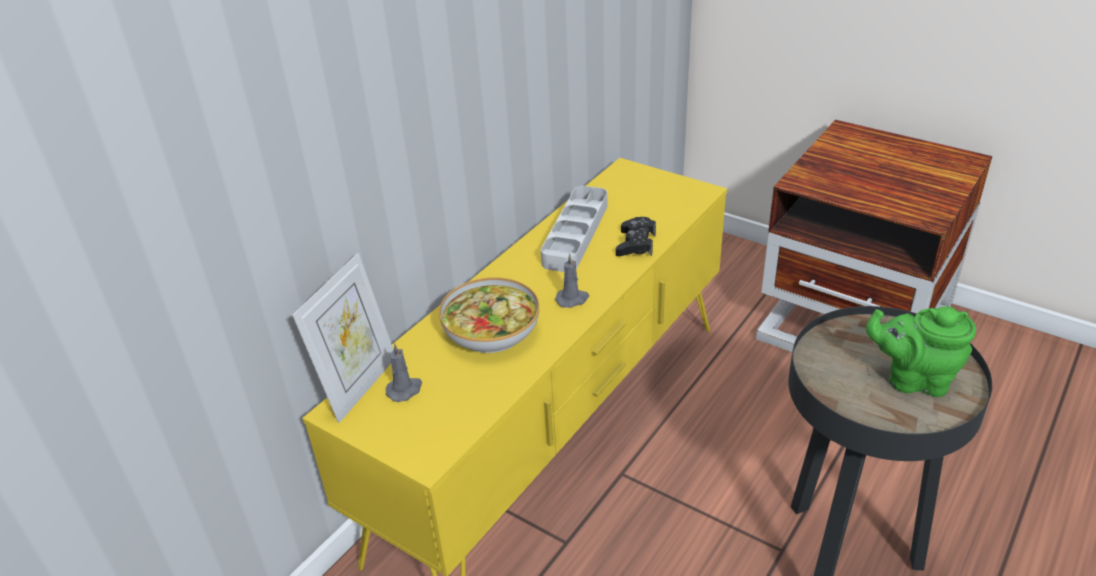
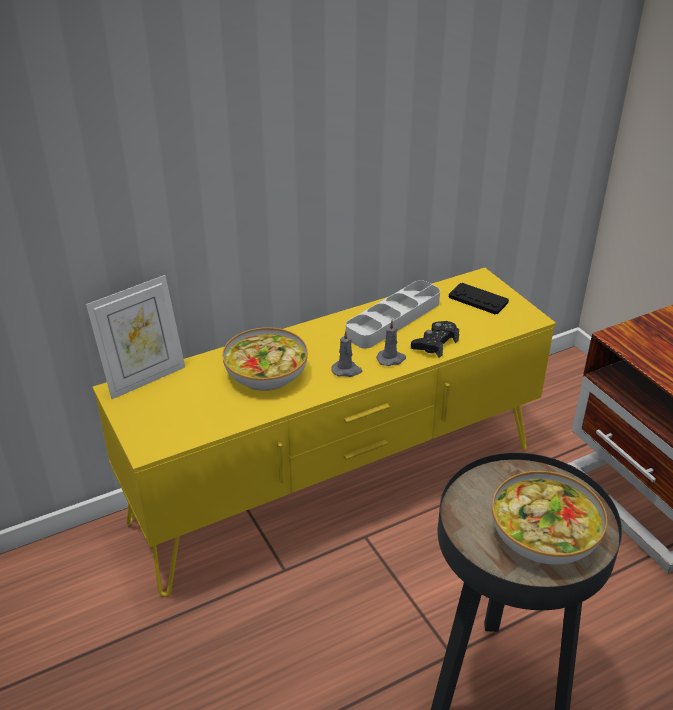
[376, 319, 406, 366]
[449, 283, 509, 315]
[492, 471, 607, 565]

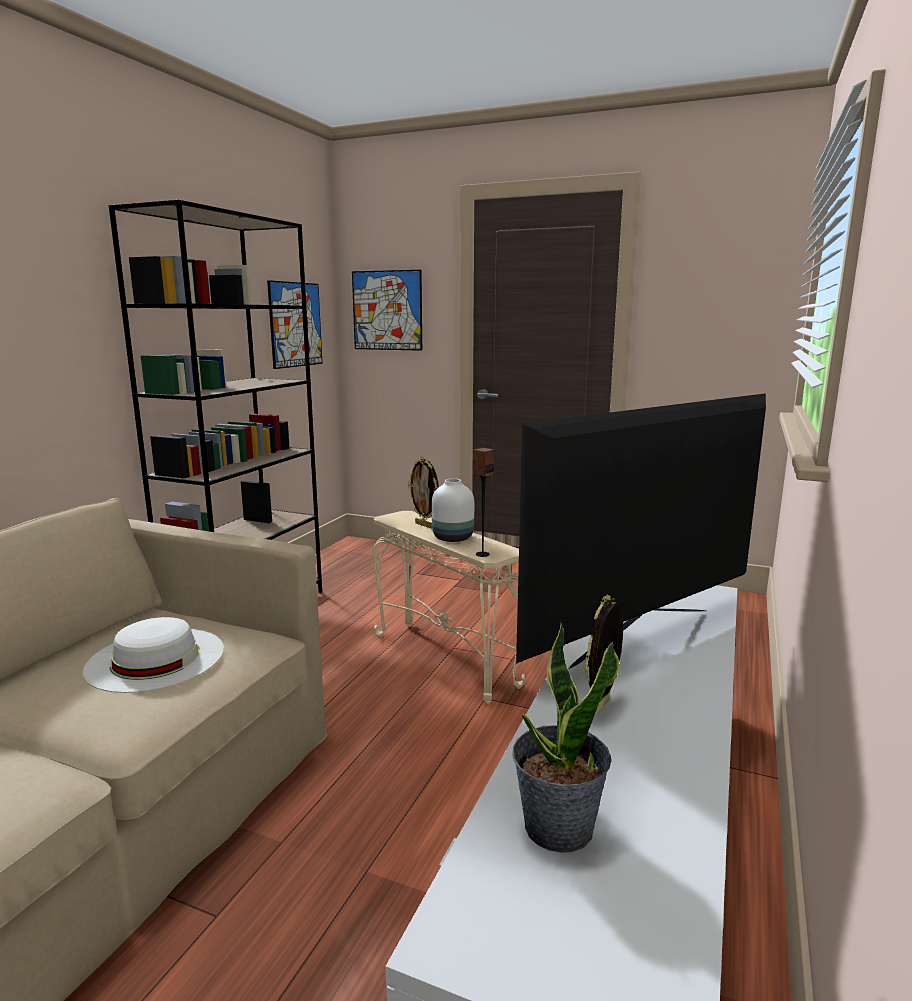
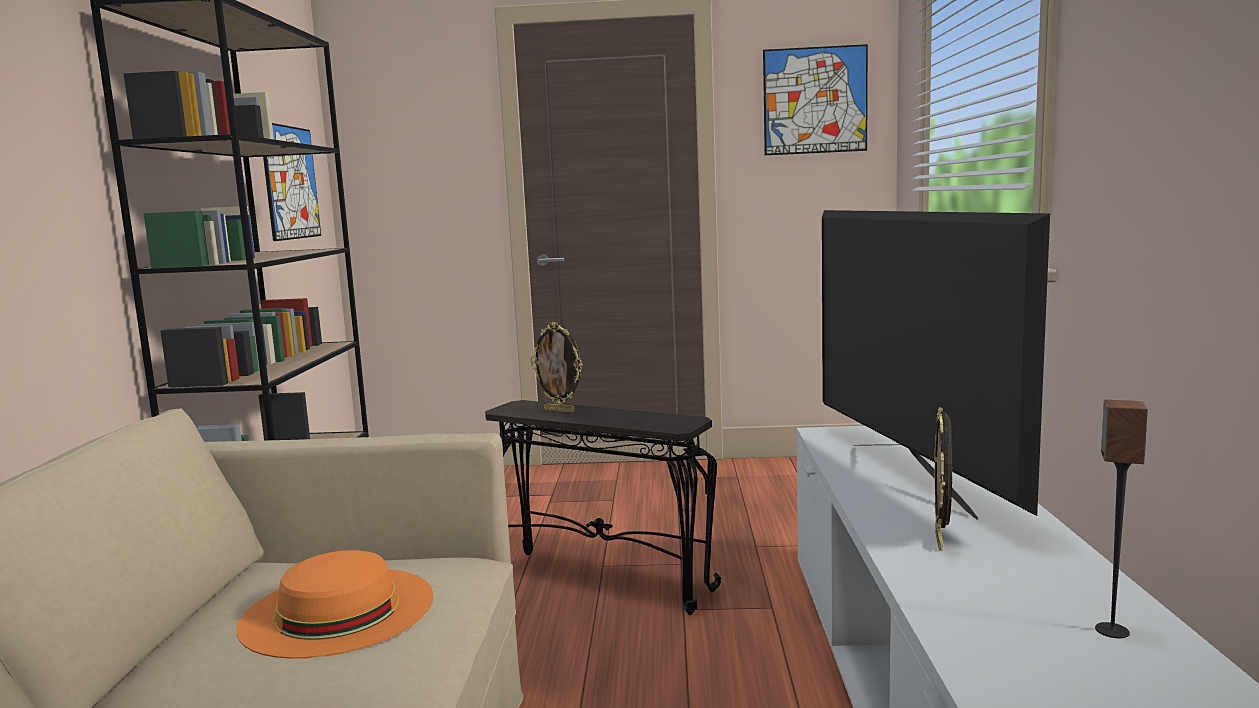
[236, 550, 434, 659]
[485, 400, 721, 615]
[763, 44, 868, 155]
[822, 210, 1050, 520]
[1095, 400, 1148, 638]
[432, 478, 474, 542] (first image)
[512, 622, 619, 853] (first image)

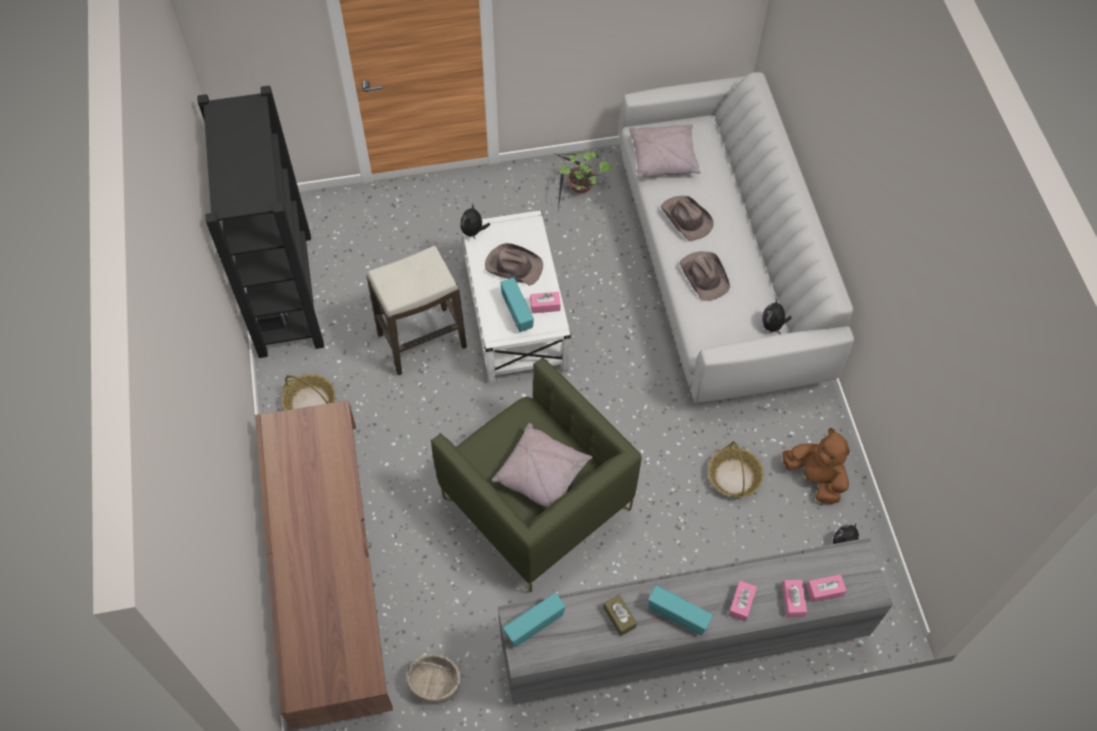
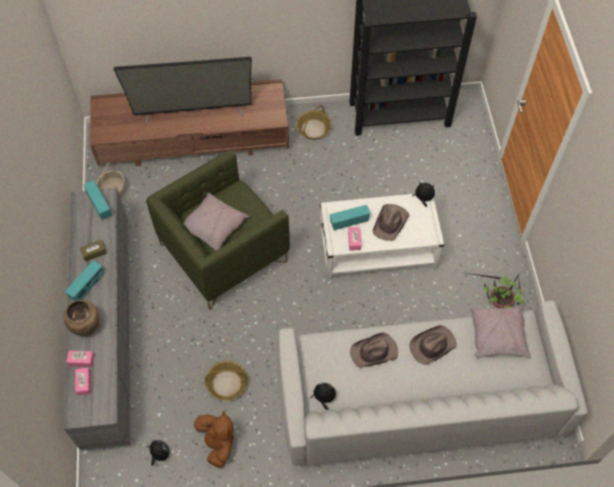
[64, 300, 99, 336]
[114, 57, 252, 125]
[194, 411, 234, 468]
[367, 246, 467, 375] (first image)

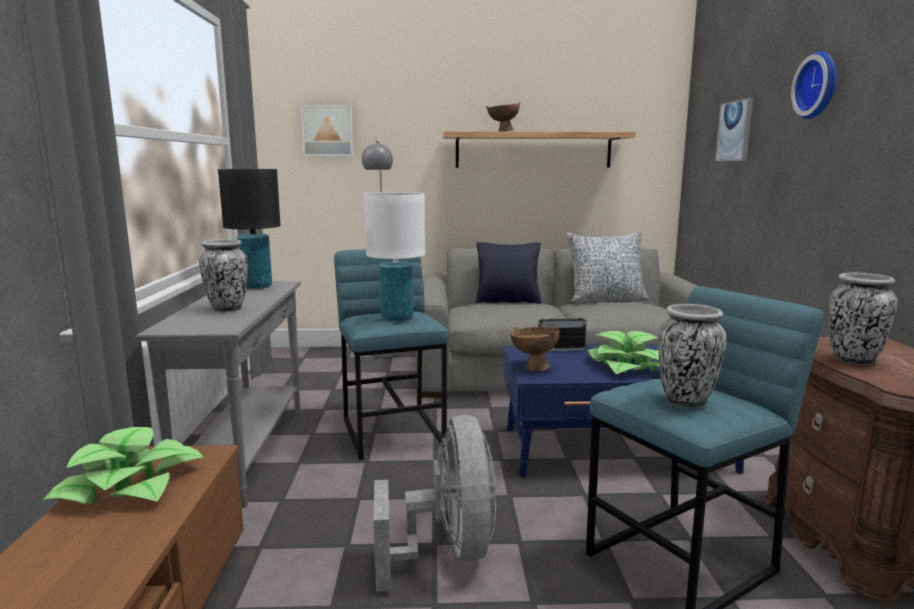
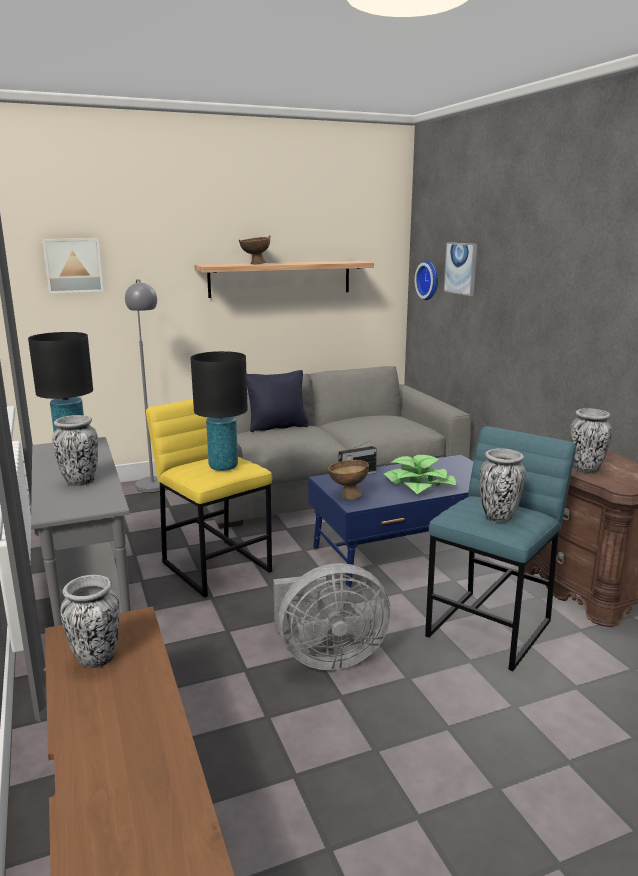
[60, 575, 119, 668]
[146, 399, 272, 598]
[190, 351, 248, 471]
[273, 563, 391, 670]
[414, 261, 438, 300]
[566, 231, 649, 304] (first image)

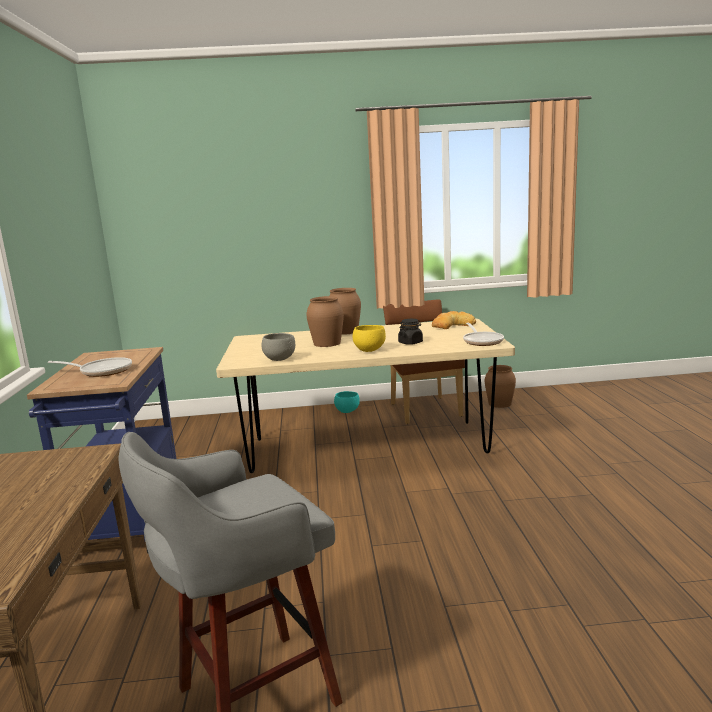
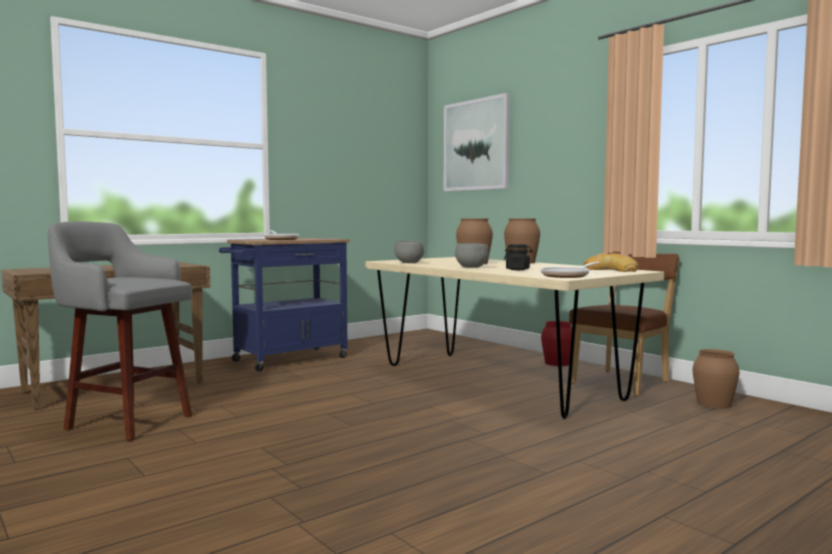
[444, 93, 510, 191]
[455, 243, 489, 268]
[541, 321, 572, 366]

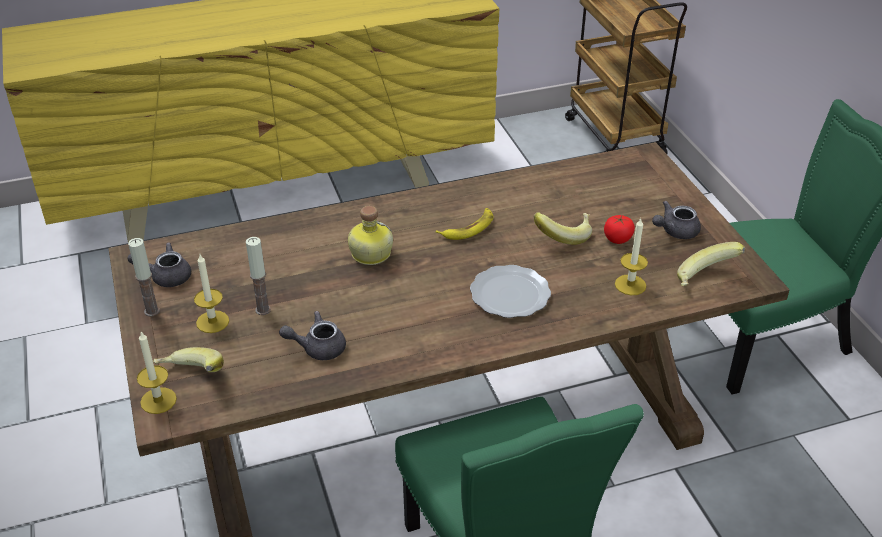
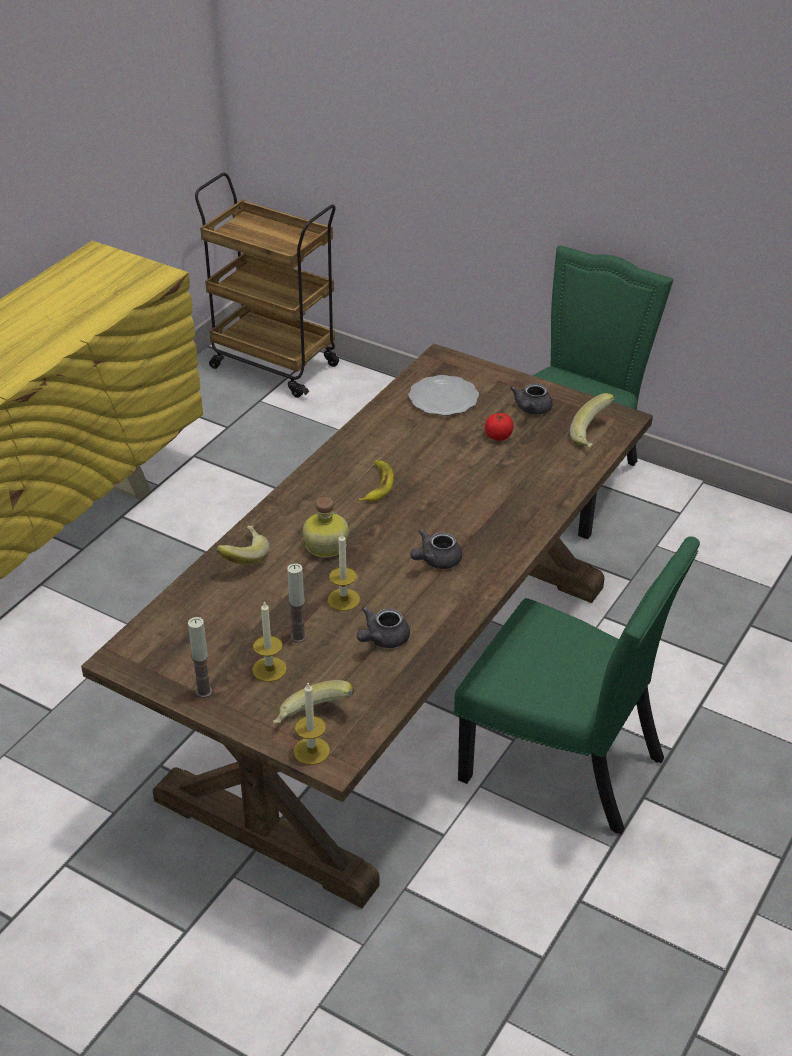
[216, 526, 270, 565]
[328, 533, 360, 611]
[408, 375, 479, 416]
[410, 529, 462, 569]

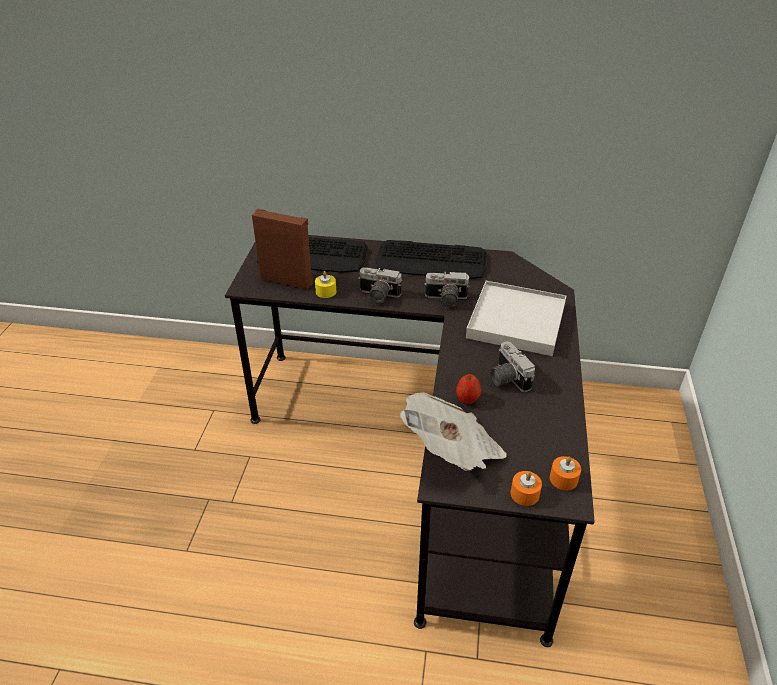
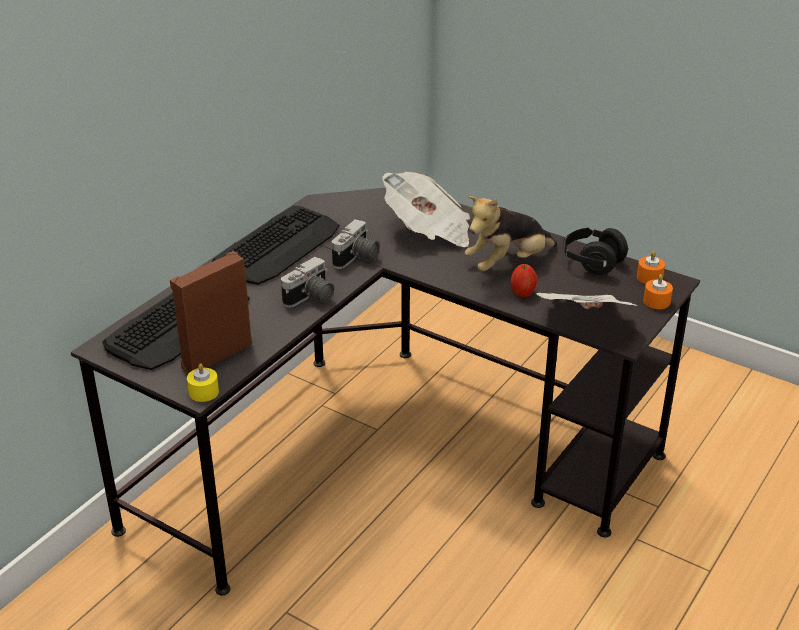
[187, 363, 219, 402]
[382, 172, 470, 247]
[465, 196, 558, 272]
[562, 228, 629, 275]

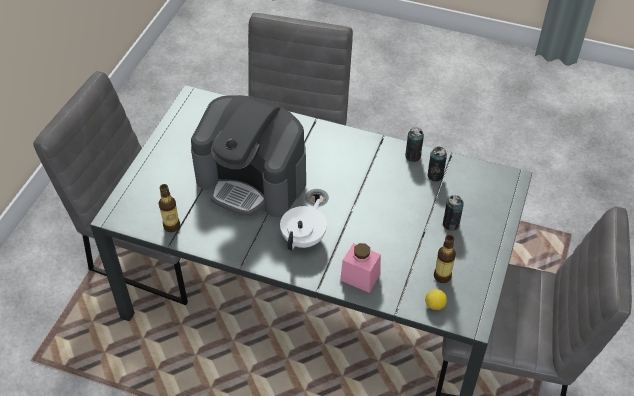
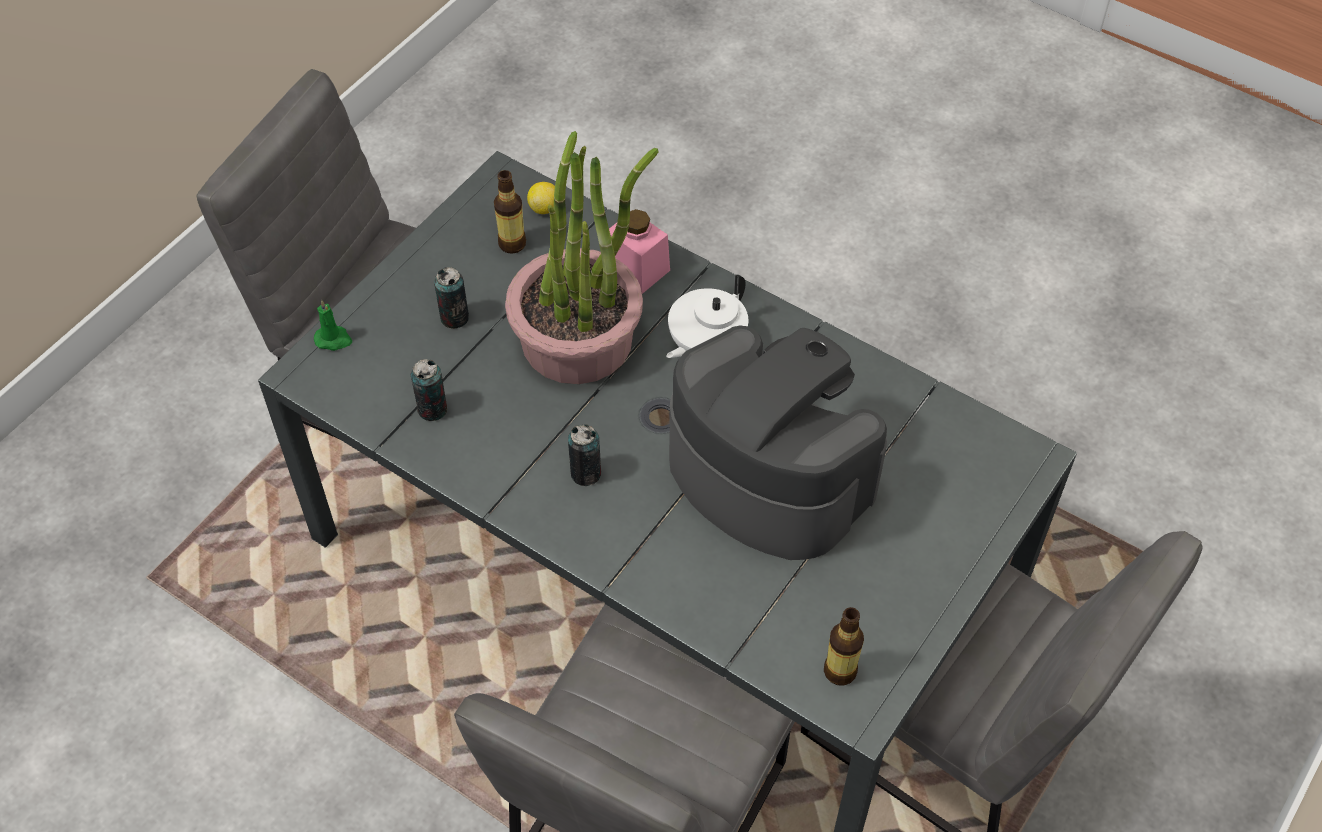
[314, 300, 352, 351]
[505, 131, 659, 384]
[568, 424, 601, 486]
[824, 607, 864, 686]

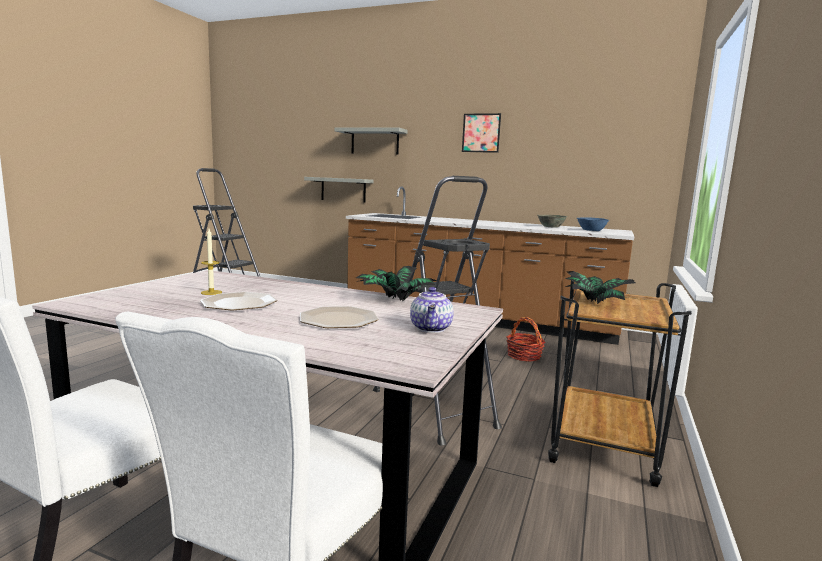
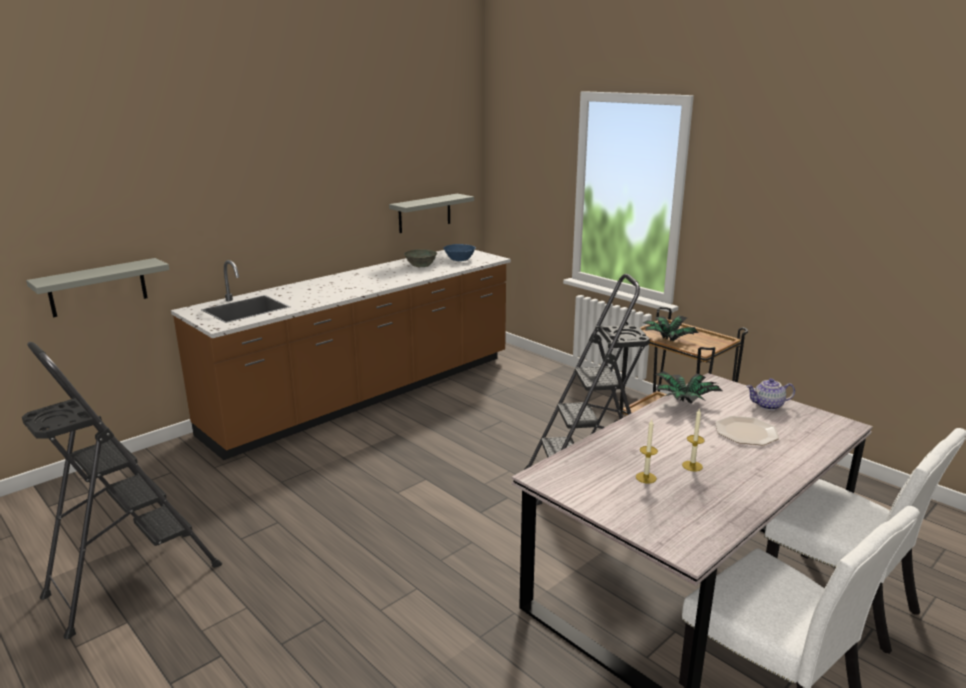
[389, 194, 474, 233]
[682, 408, 705, 471]
[746, 378, 795, 410]
[462, 113, 501, 153] (first image)
[506, 317, 546, 362] (first image)

